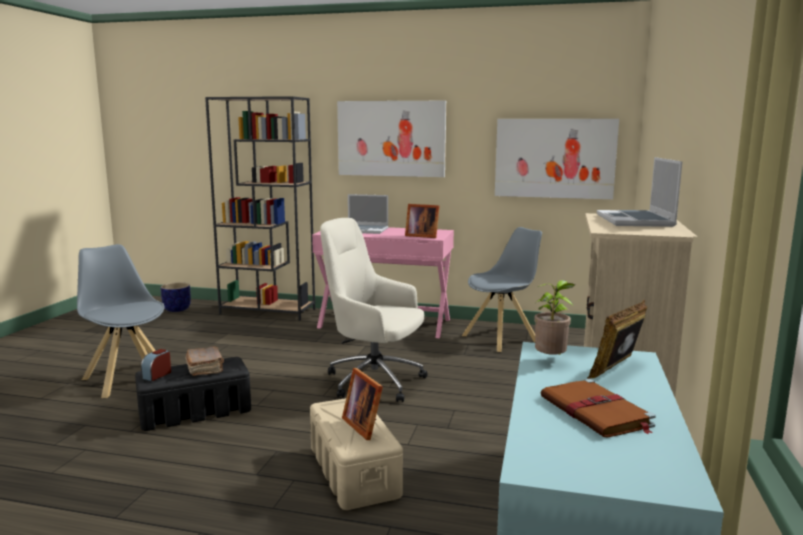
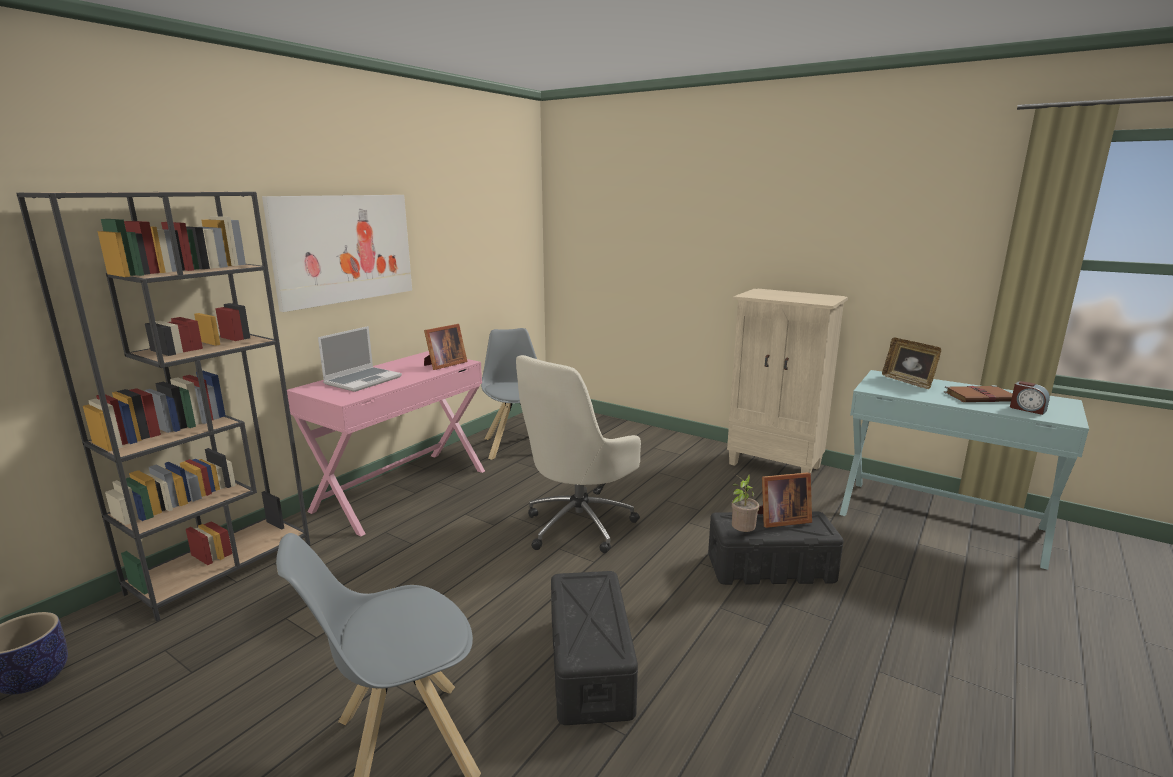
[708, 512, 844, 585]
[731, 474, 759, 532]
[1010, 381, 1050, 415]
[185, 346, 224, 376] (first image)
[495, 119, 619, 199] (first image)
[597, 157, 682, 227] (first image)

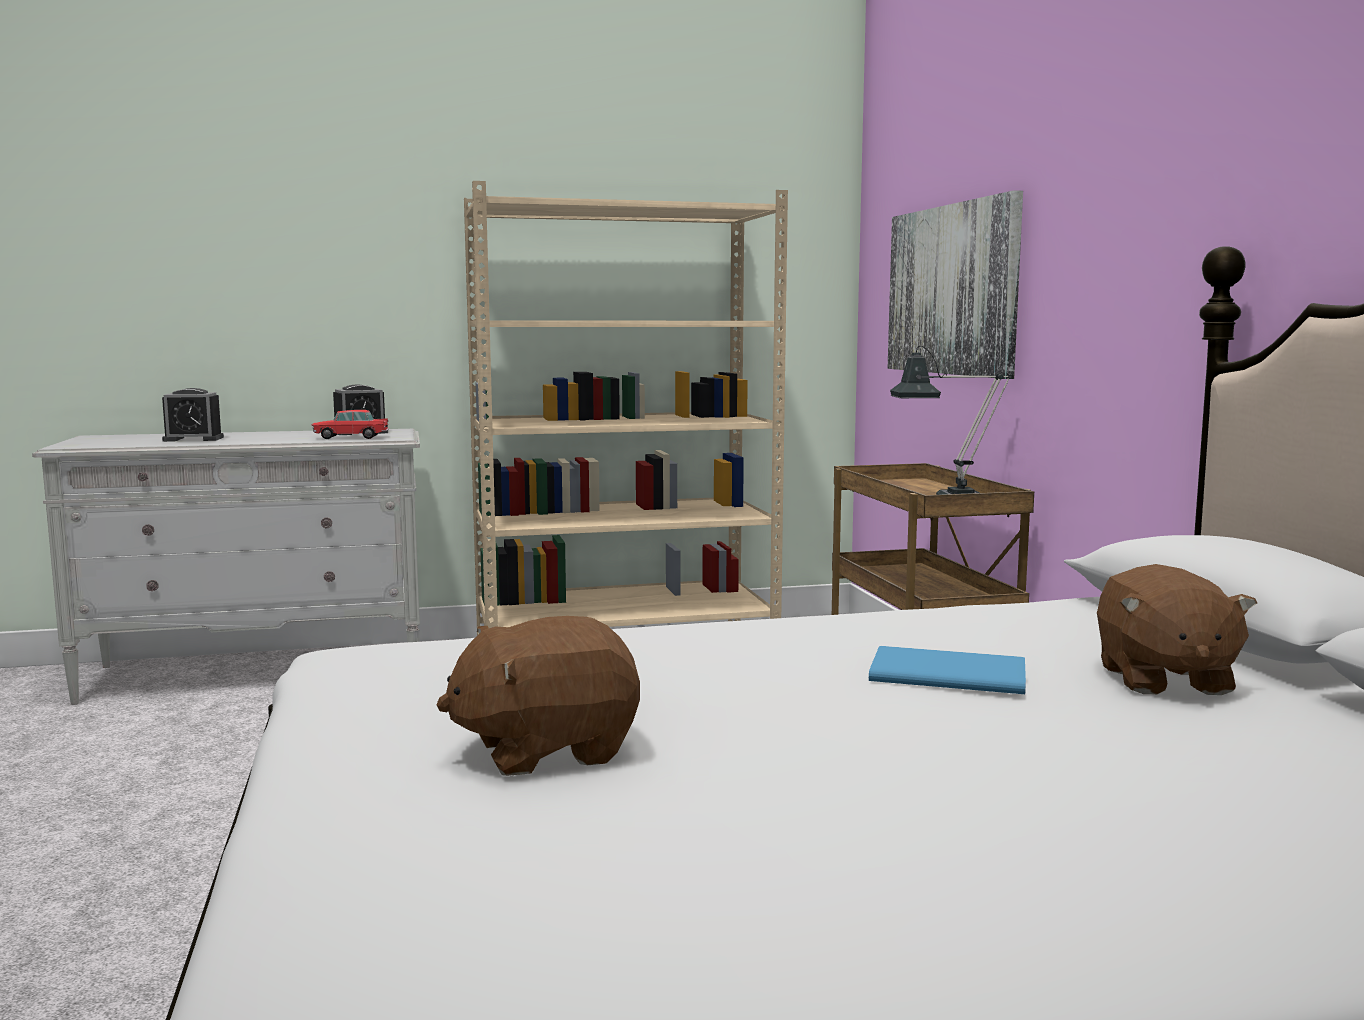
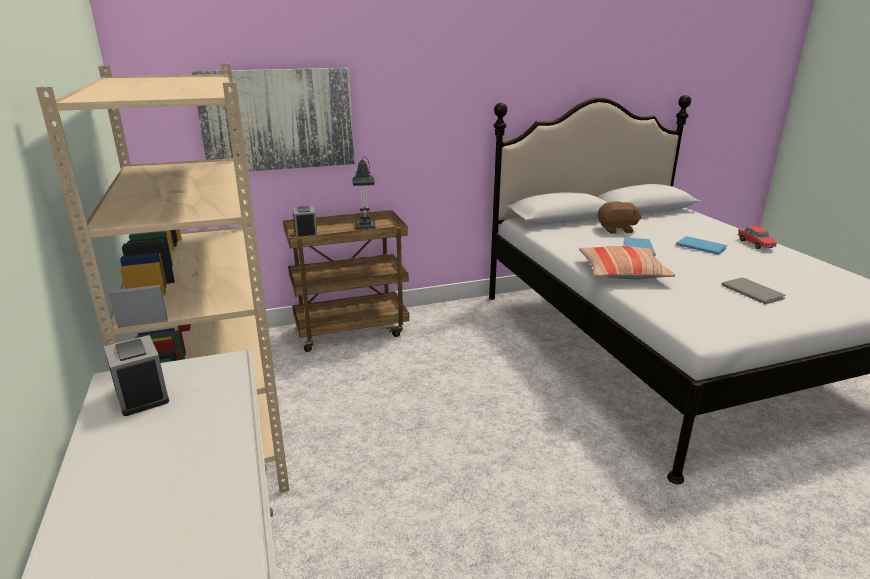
[292, 206, 317, 237]
[579, 246, 675, 279]
[676, 236, 728, 255]
[721, 277, 786, 304]
[738, 227, 777, 249]

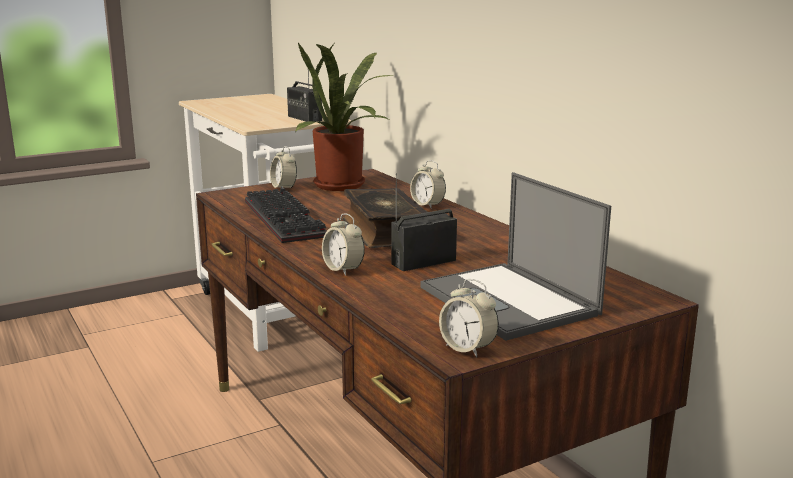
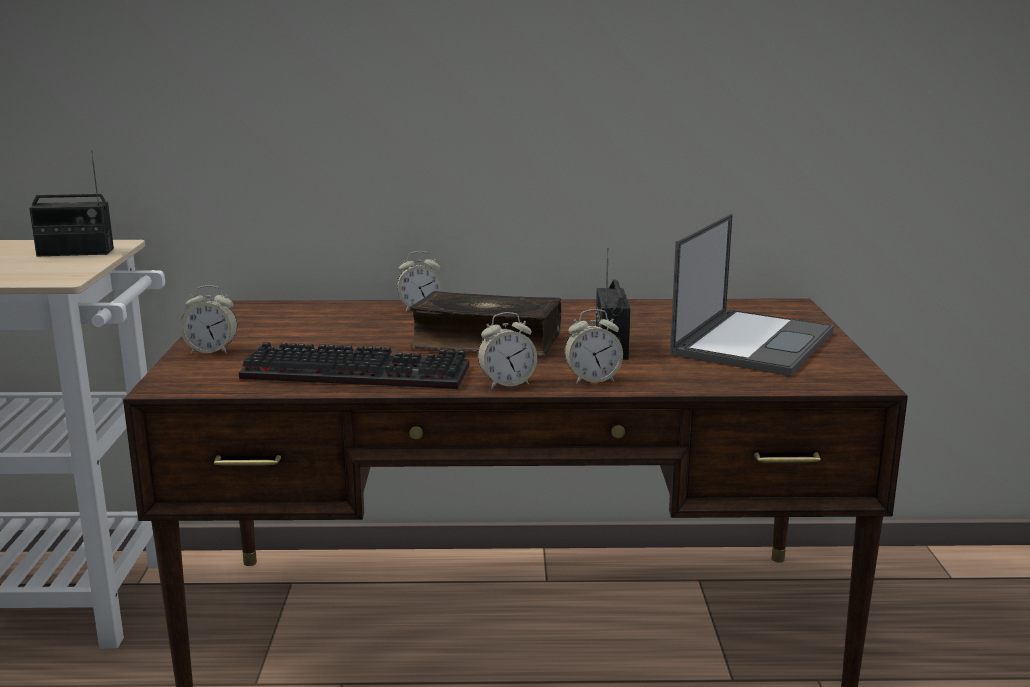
[478, 312, 537, 389]
[670, 213, 834, 376]
[295, 43, 394, 191] (first image)

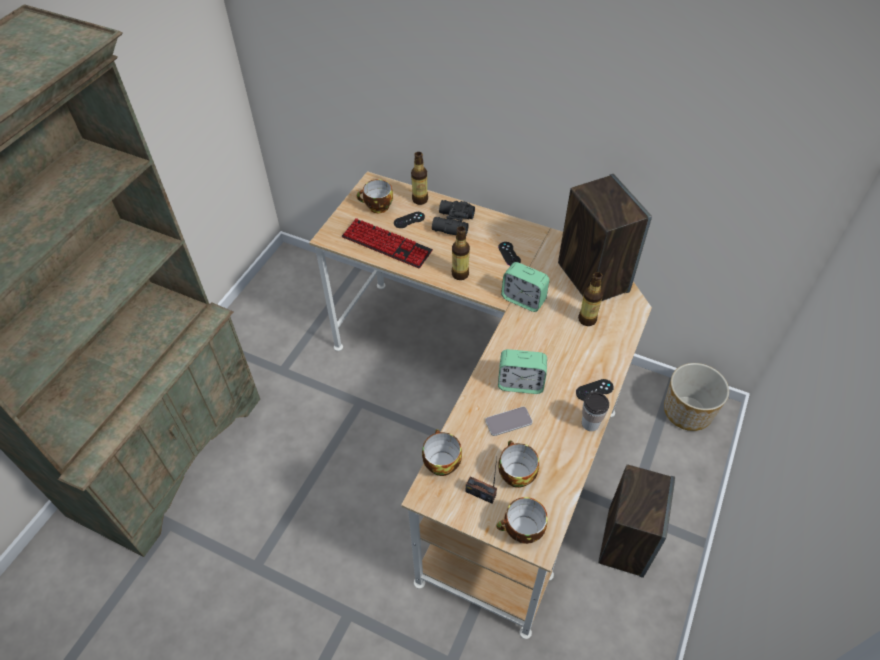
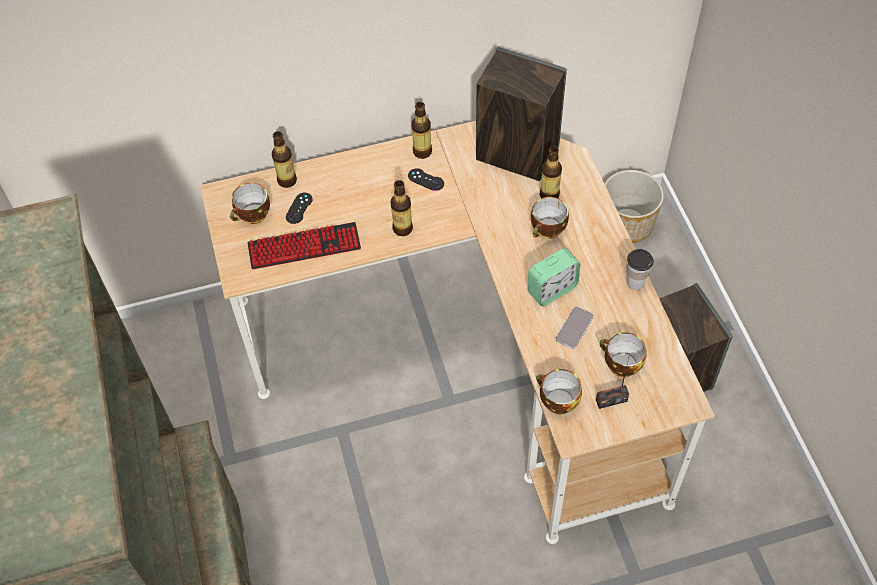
[411, 102, 432, 159]
[531, 197, 569, 239]
[432, 200, 475, 235] (first image)
[501, 262, 550, 312] (first image)
[576, 379, 614, 401] (first image)

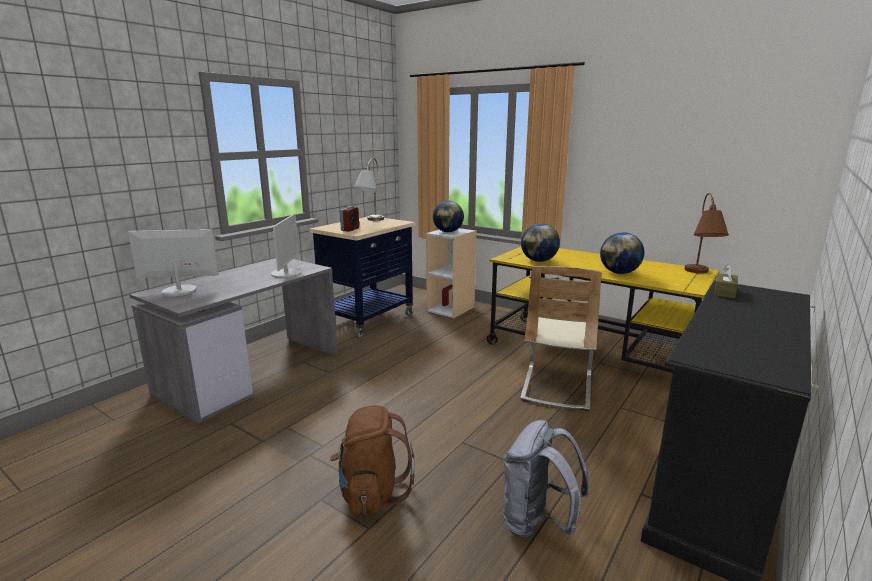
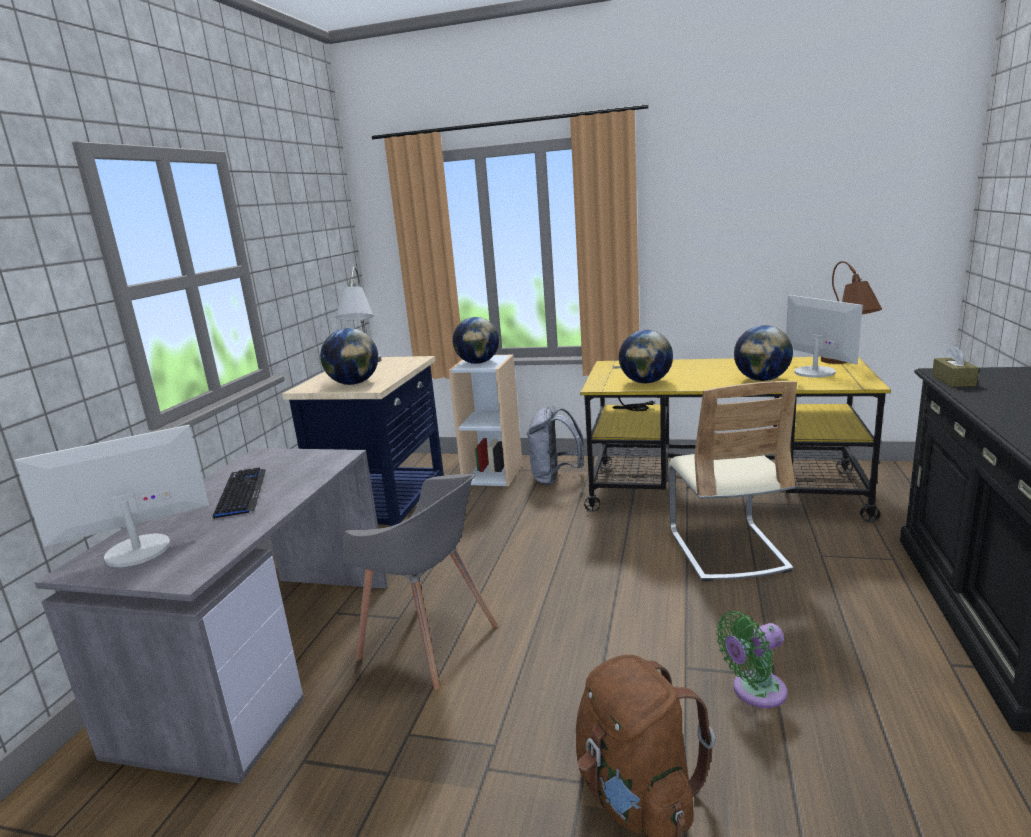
[213, 467, 266, 519]
[320, 328, 378, 385]
[343, 474, 498, 690]
[527, 407, 584, 486]
[716, 611, 787, 708]
[786, 295, 863, 378]

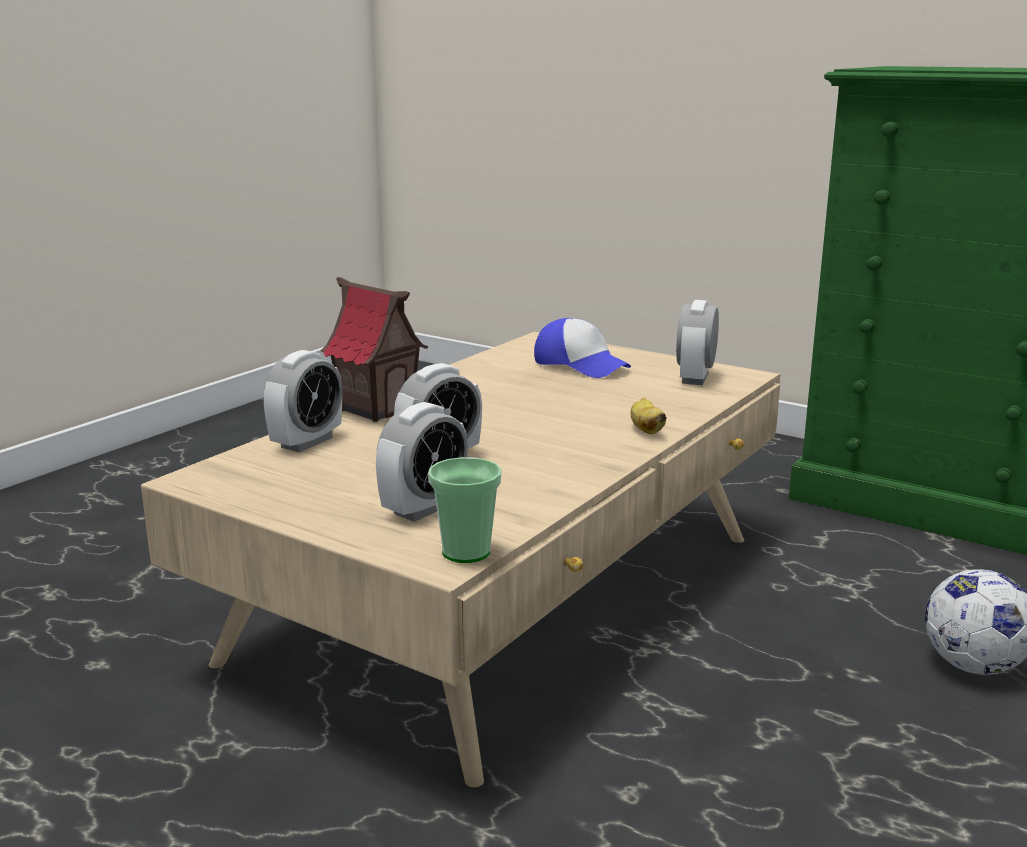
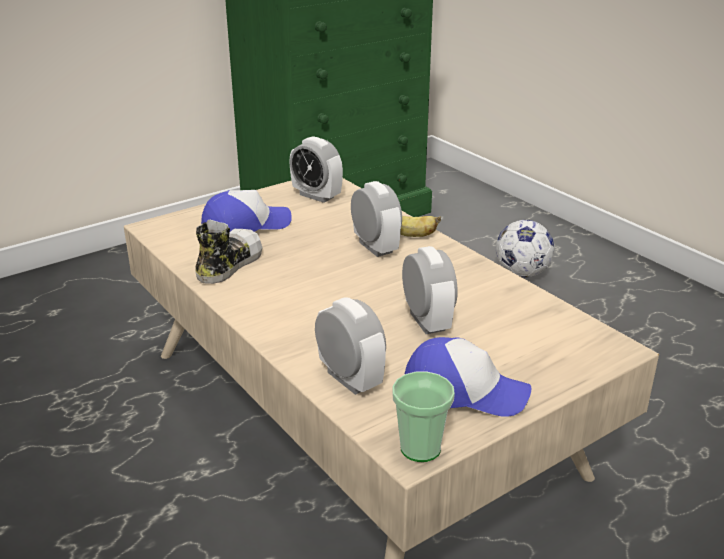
[195, 220, 263, 284]
[351, 181, 402, 257]
[392, 372, 455, 462]
[404, 337, 531, 417]
[320, 277, 428, 422] (first image)

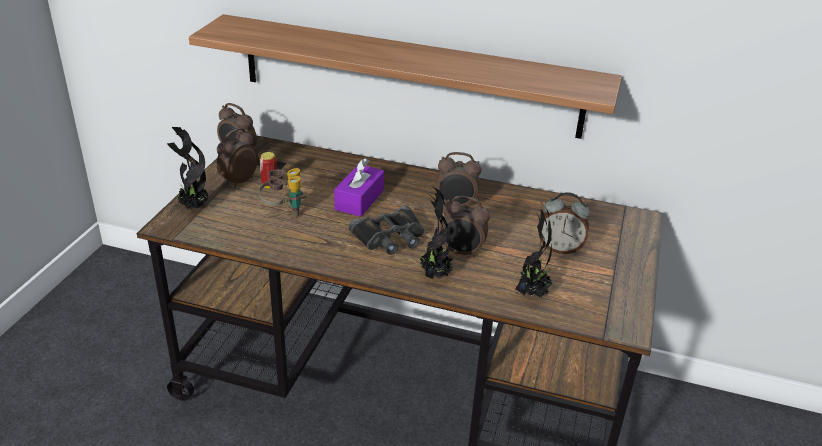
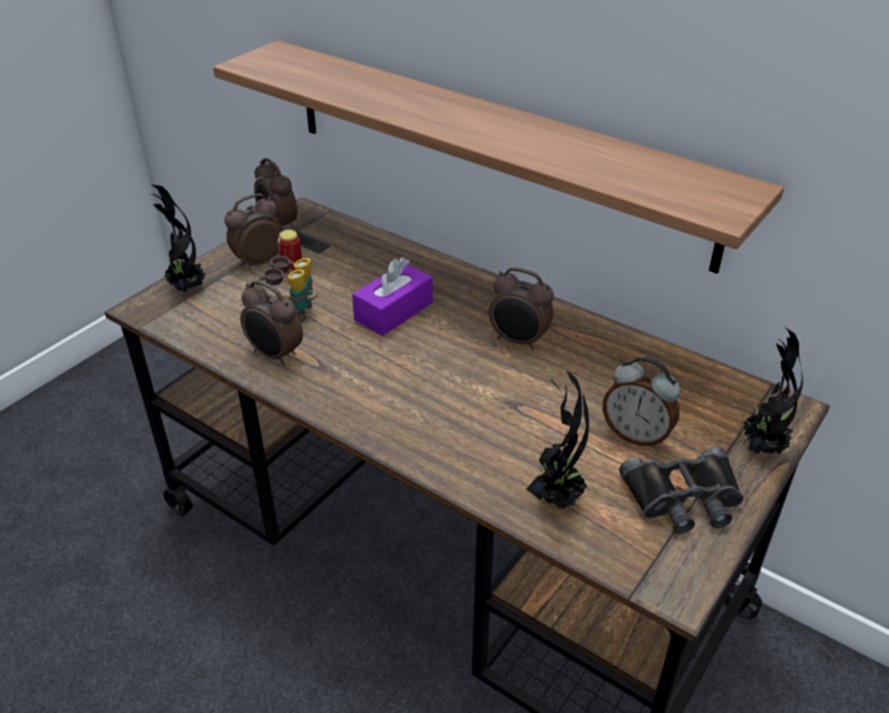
[240, 280, 303, 366]
[619, 447, 744, 534]
[737, 327, 803, 454]

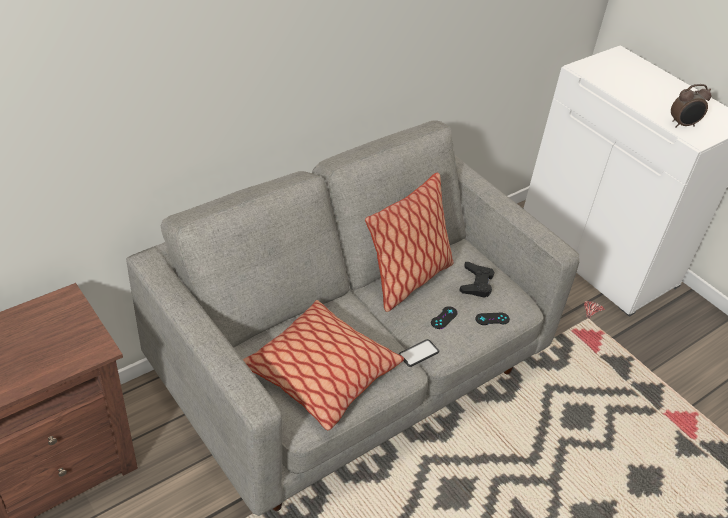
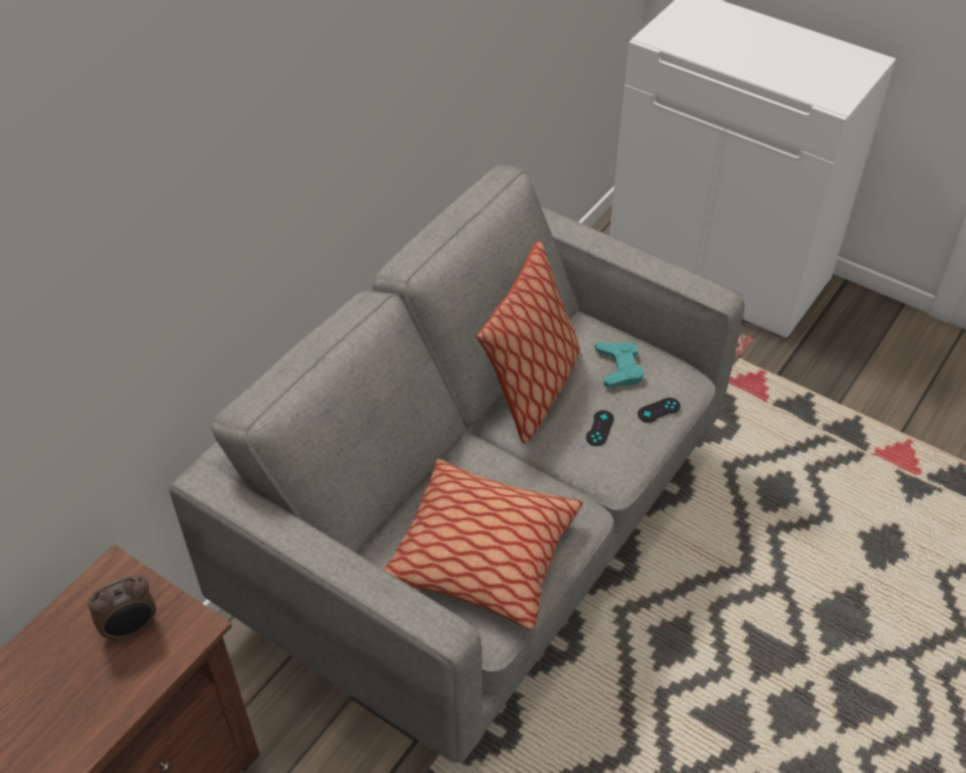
[88, 575, 156, 643]
[595, 342, 644, 388]
[399, 339, 439, 367] (first image)

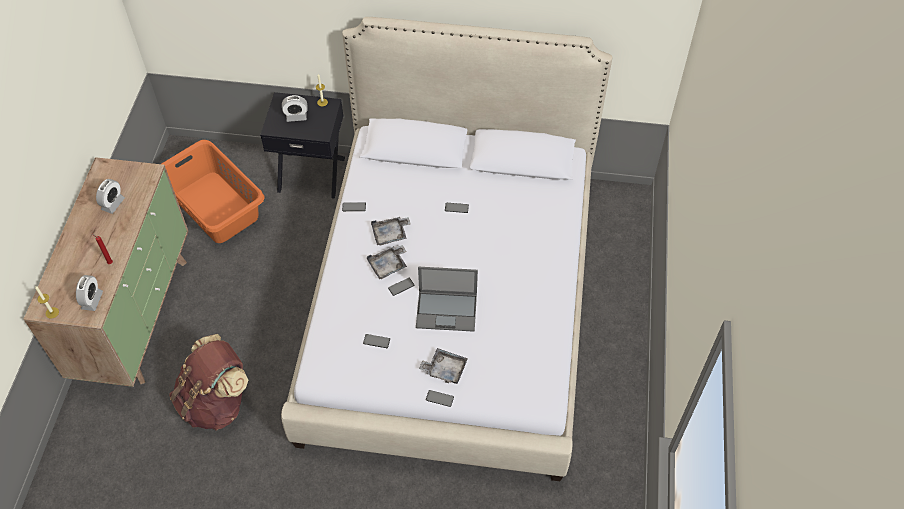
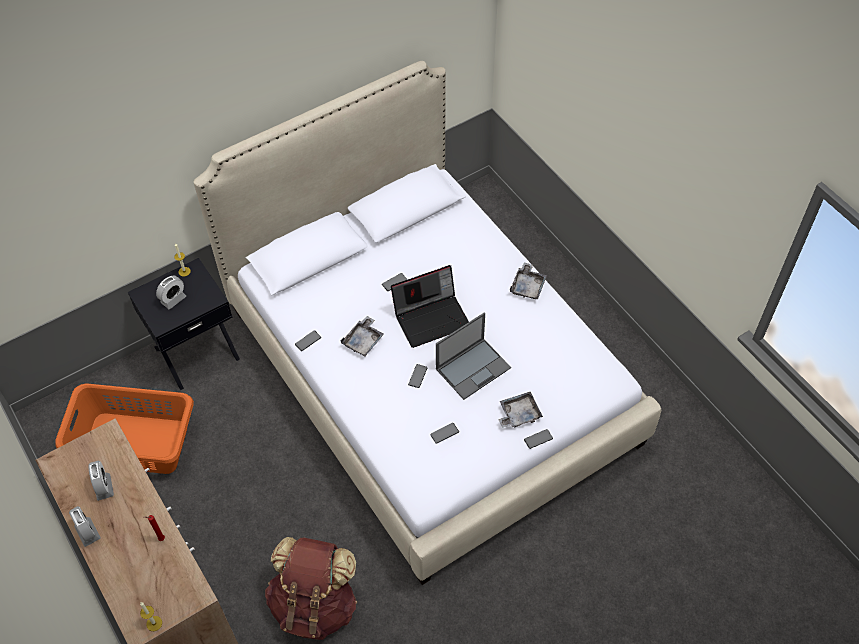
[69, 506, 101, 547]
[391, 265, 469, 348]
[510, 262, 547, 299]

